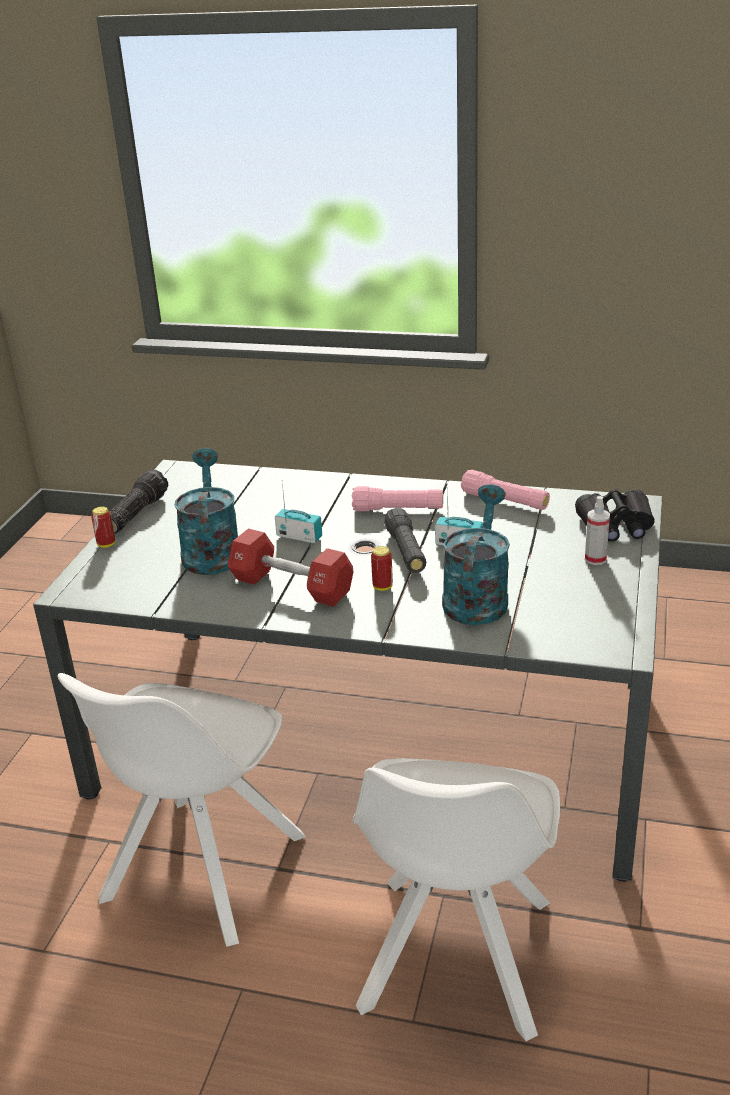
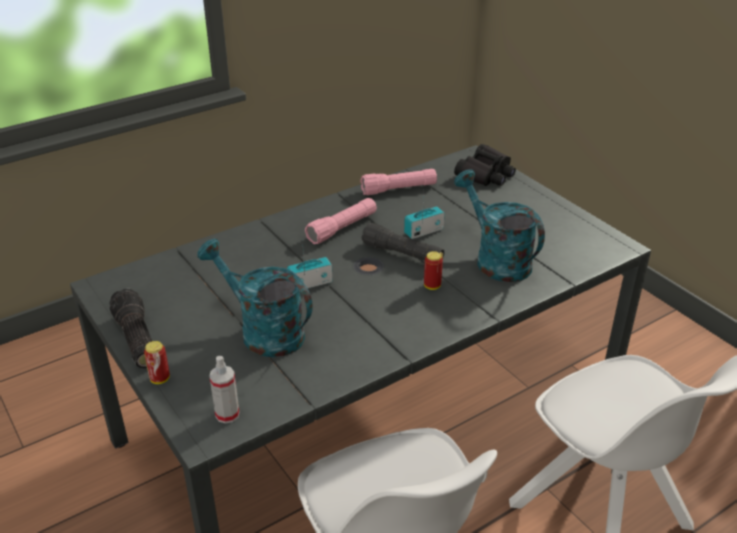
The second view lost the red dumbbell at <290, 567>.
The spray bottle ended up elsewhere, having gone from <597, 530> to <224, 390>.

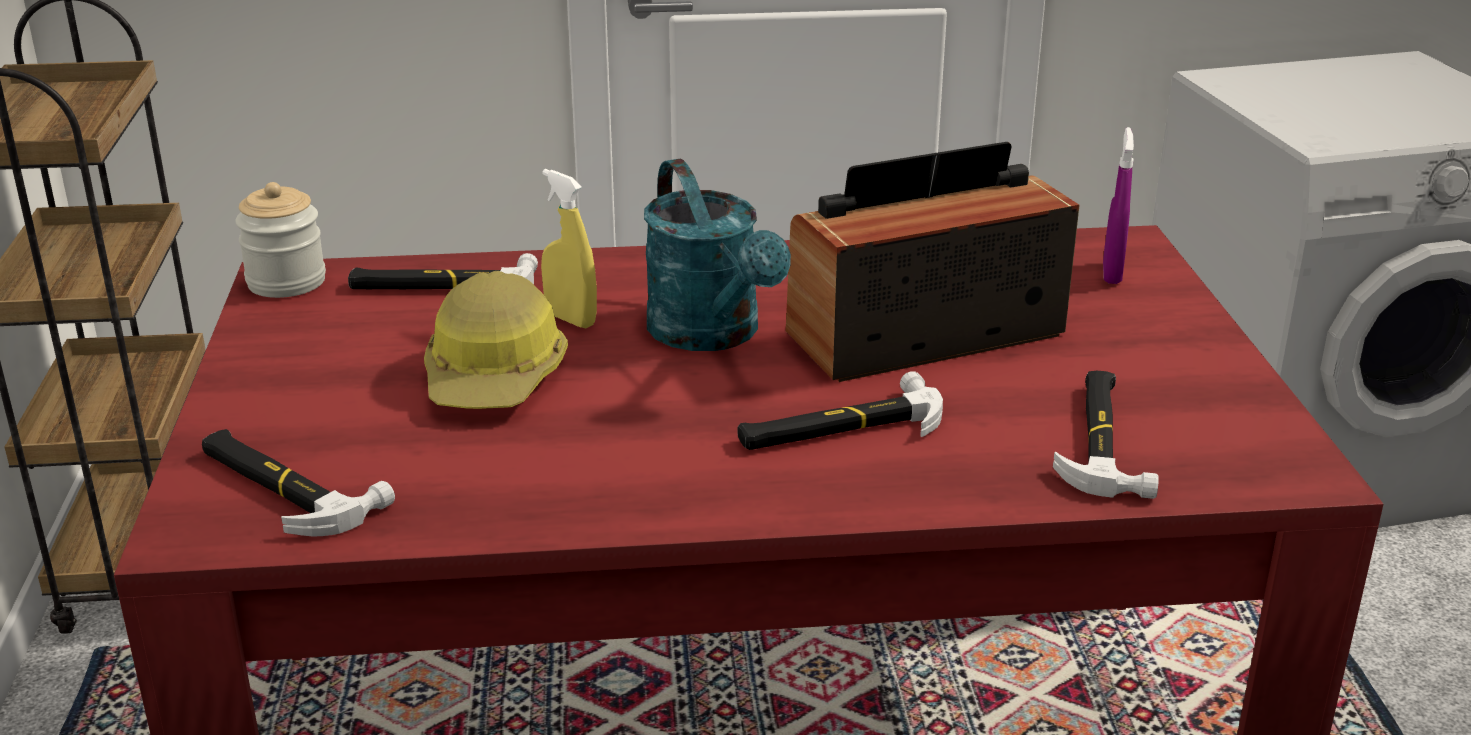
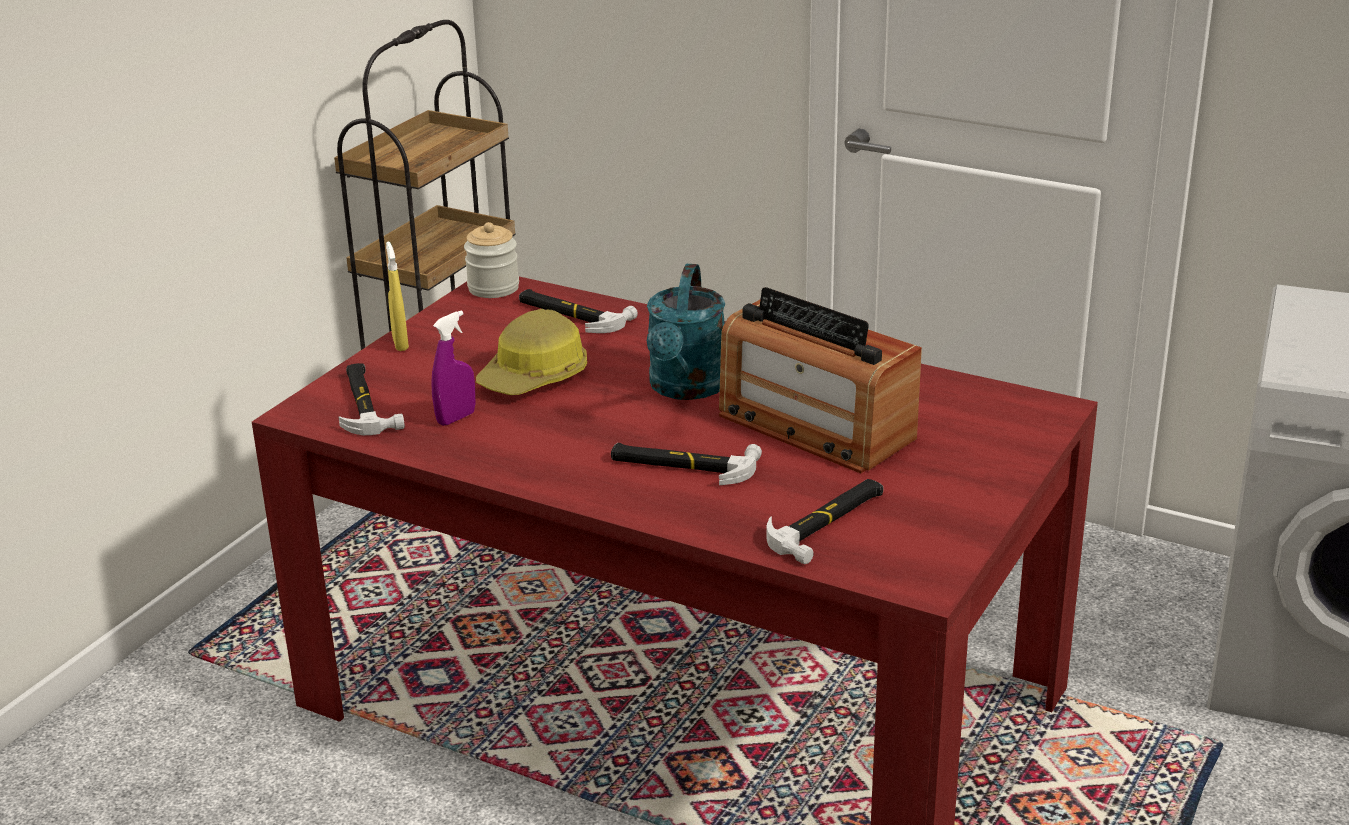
The yellow spray bottle ended up elsewhere, having gone from <569, 248> to <397, 296>.
The purple spray bottle ended up elsewhere, having gone from <1118, 205> to <453, 368>.
The radio at <932, 262> ended up facing another way, 150 degrees counterclockwise from before.

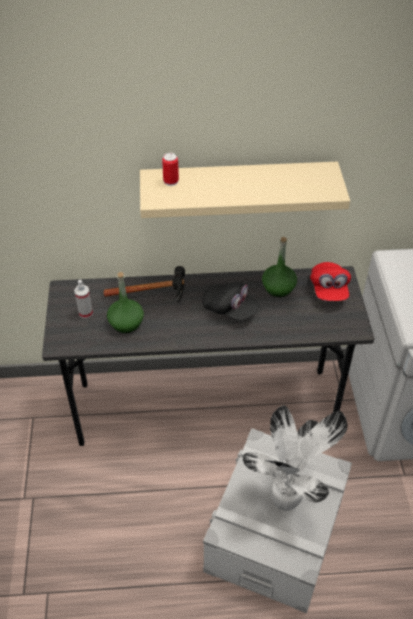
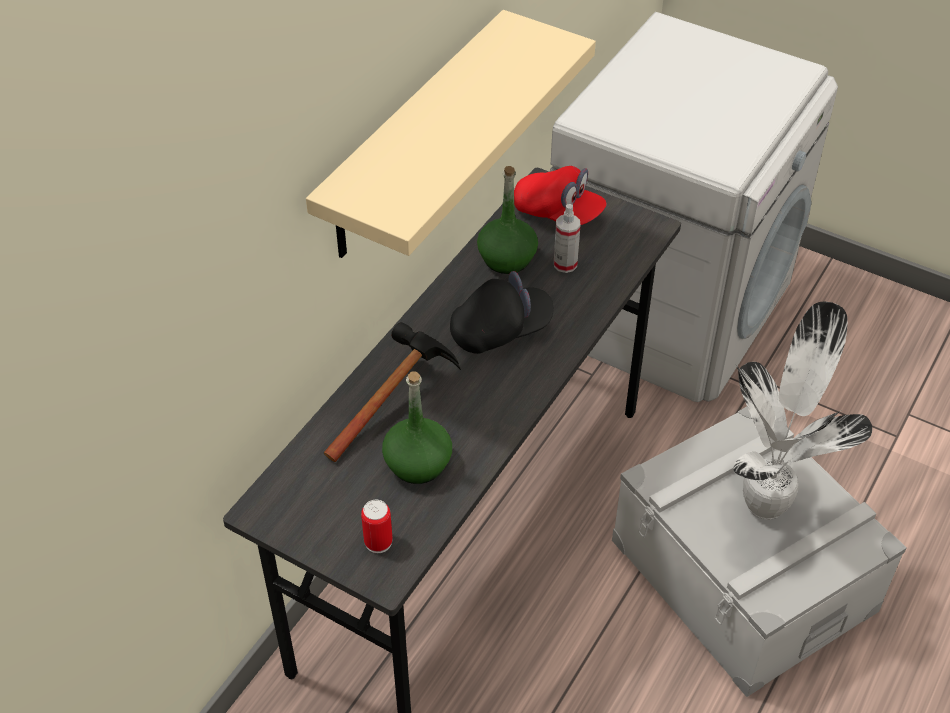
The spray bottle ended up elsewhere, having gone from <83, 299> to <567, 238>.
The can ended up elsewhere, having gone from <170, 169> to <377, 526>.

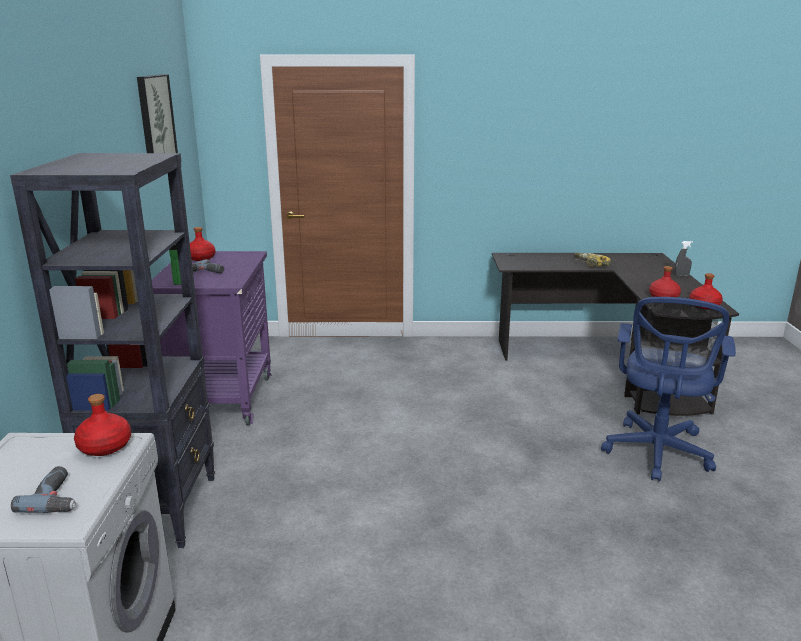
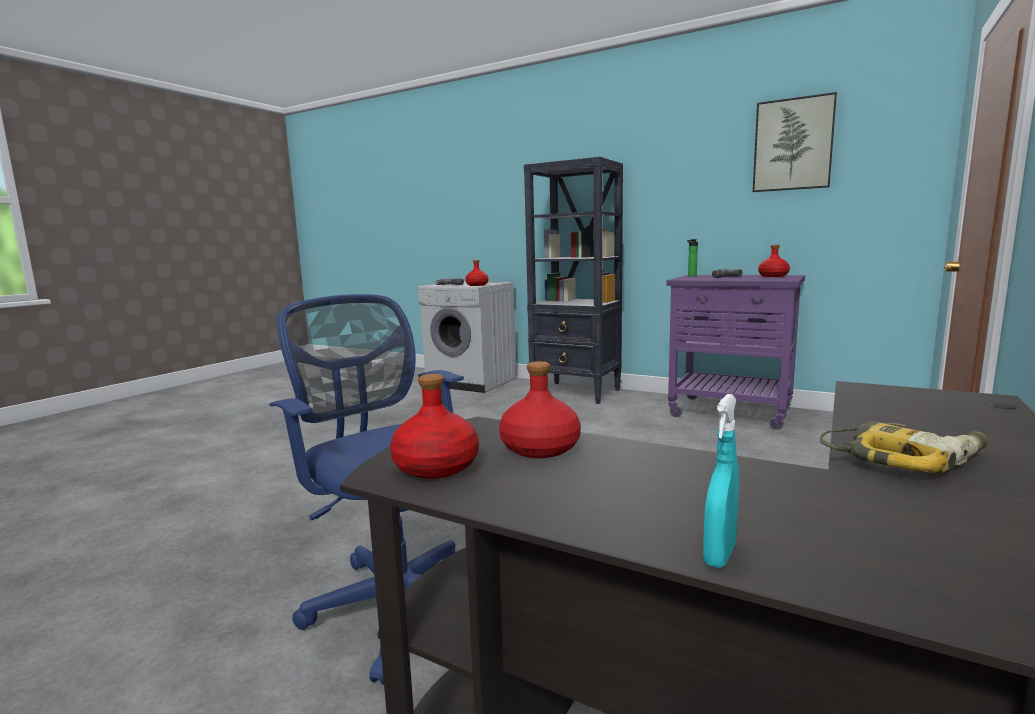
What was the grey spray bottle at <683, 258> turned into the turquoise spray bottle at <721, 481>.

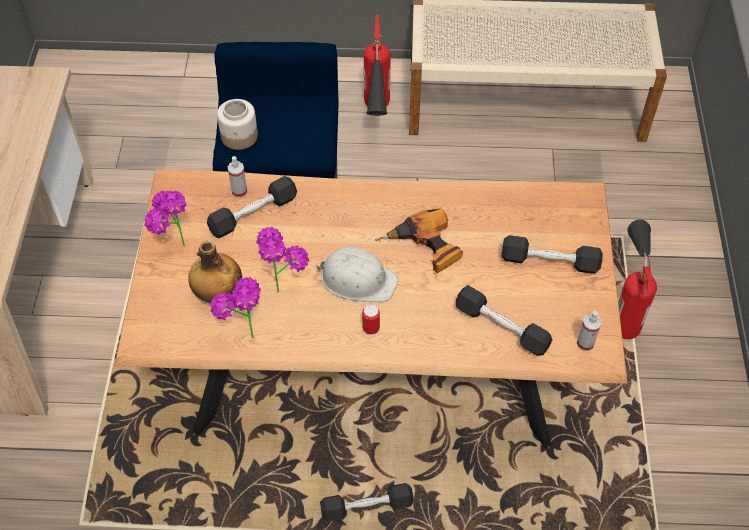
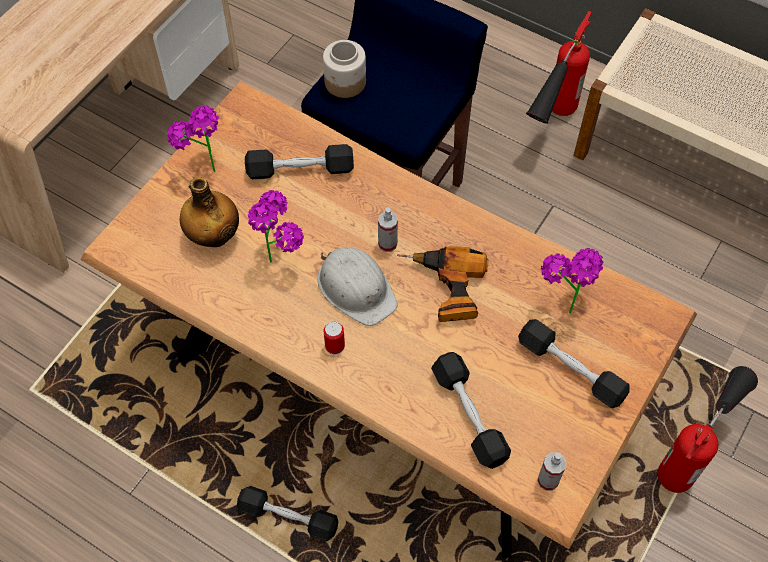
The potted plant ended up elsewhere, having gone from <235, 307> to <572, 281>.
The spray bottle ended up elsewhere, having gone from <238, 177> to <388, 230>.

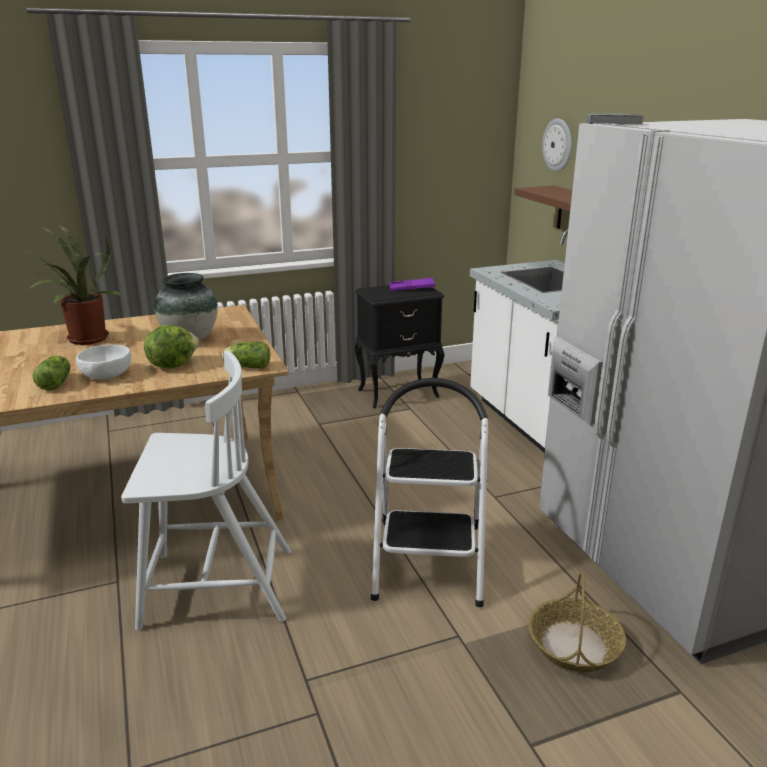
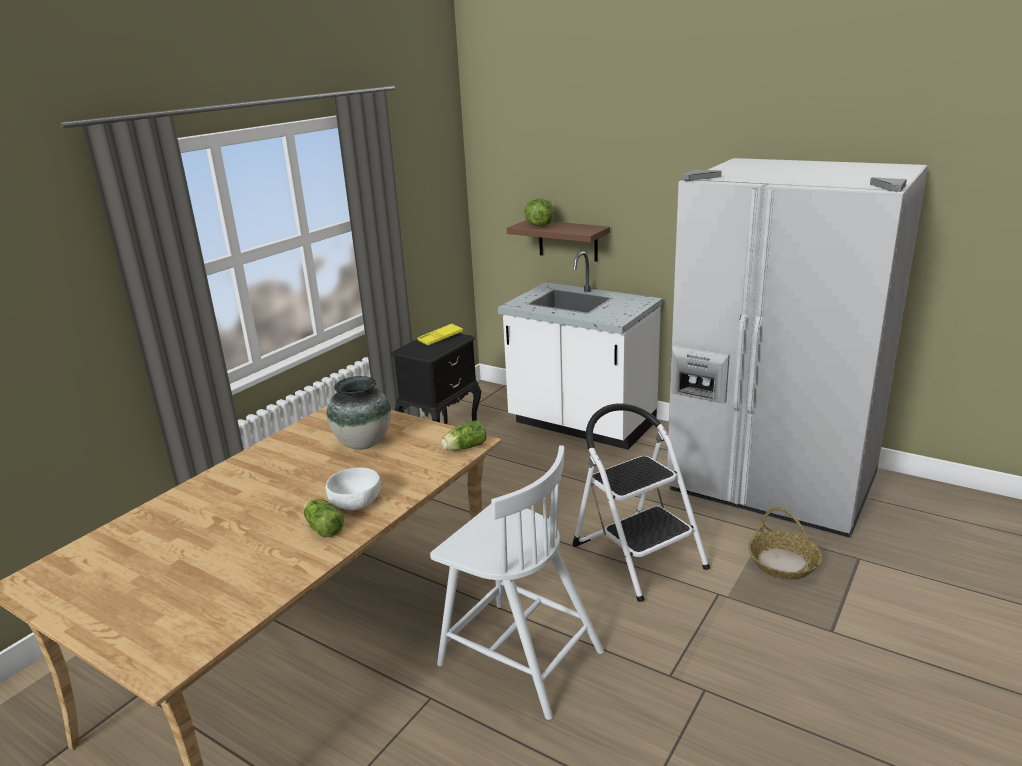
The second view lost the potted plant at <70, 284>.
The second view lost the wall clock at <557, 145>.
The lettuce ended up elsewhere, having gone from <171, 347> to <539, 212>.
What was the purple tray at <412, 284> turned into the yellow tray at <440, 334>.
The white chair at <206, 490> ended up facing another way, 75 degrees clockwise from before.

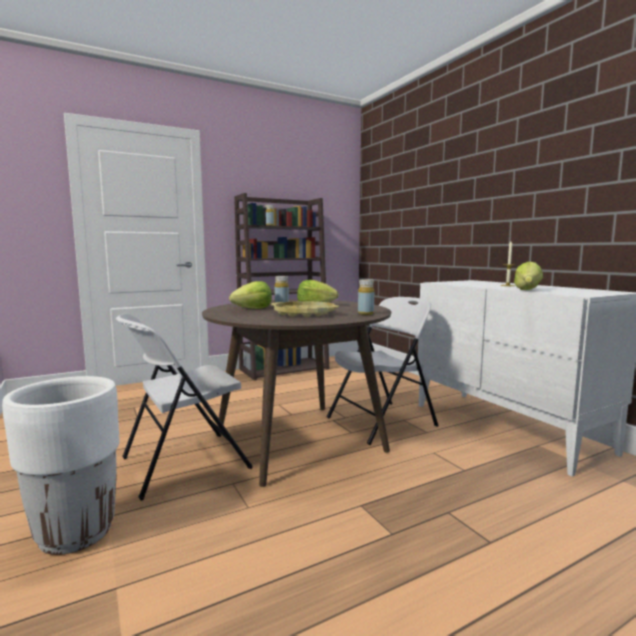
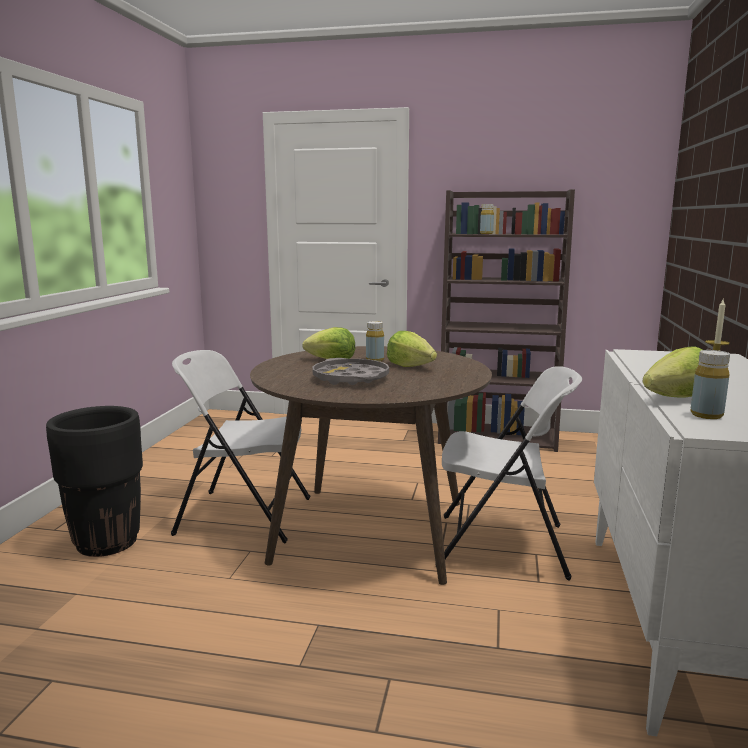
The yellow bottle ended up elsewhere, having gone from <366, 297> to <710, 384>.
What was the white planter at <61, 465> turned into the black planter at <94, 481>.
What was the yellow tray at <305, 309> turned into the grey tray at <350, 371>.

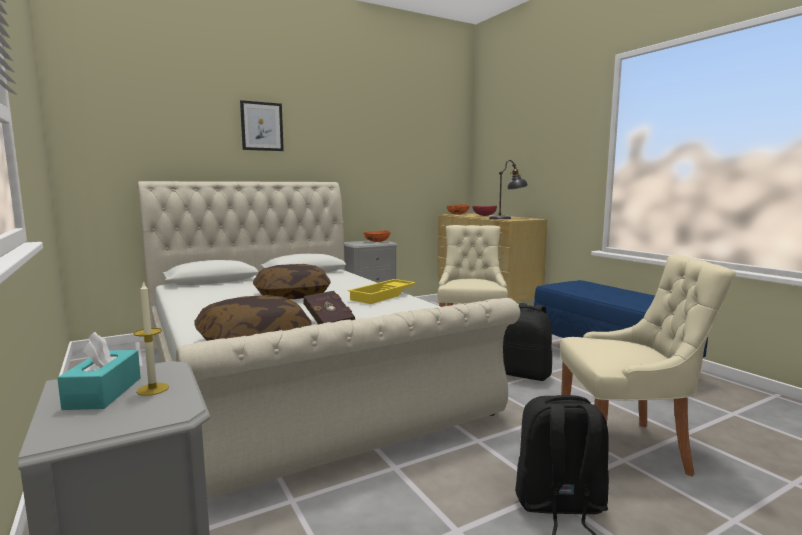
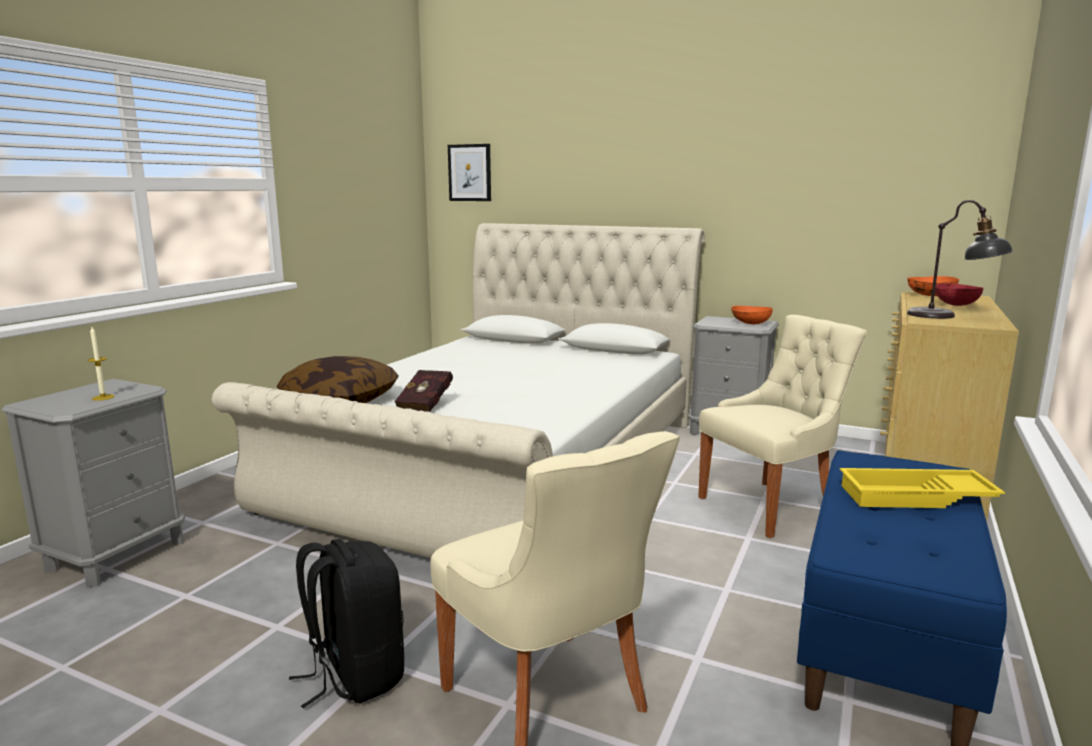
The second view lost the turquoise tissue box at <99, 371>.
The second view lost the pillow at <292, 281>.
The second view lost the black backpack at <527, 342>.
The picture ended up elsewhere, having gone from <262, 125> to <469, 172>.
The yellow tray ended up elsewhere, having gone from <382, 291> to <922, 488>.

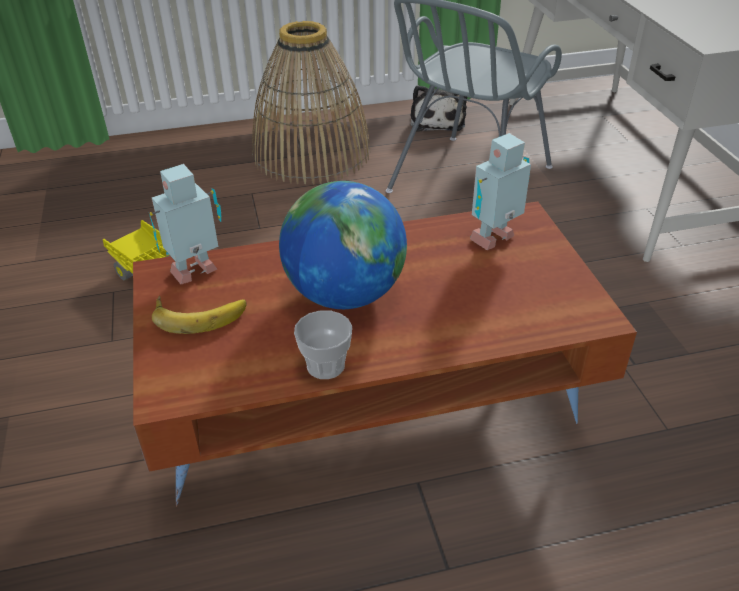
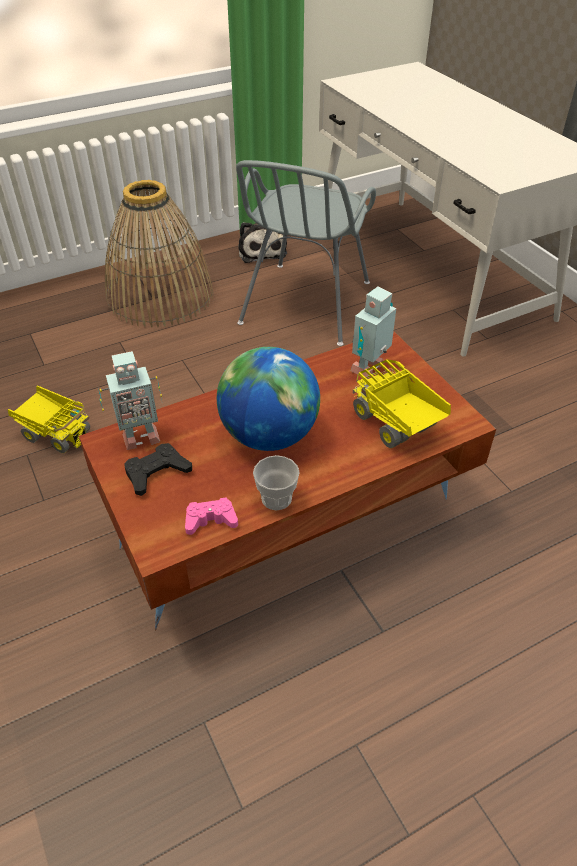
The second view gained the pink game controller at <211, 516>.
The second view gained the toy truck at <402, 403>.
Where the banana stood at <199, 314>, the black game controller came to stand at <158, 469>.
The toy robot at <185, 224> ended up facing another way, 150 degrees counterclockwise from before.

